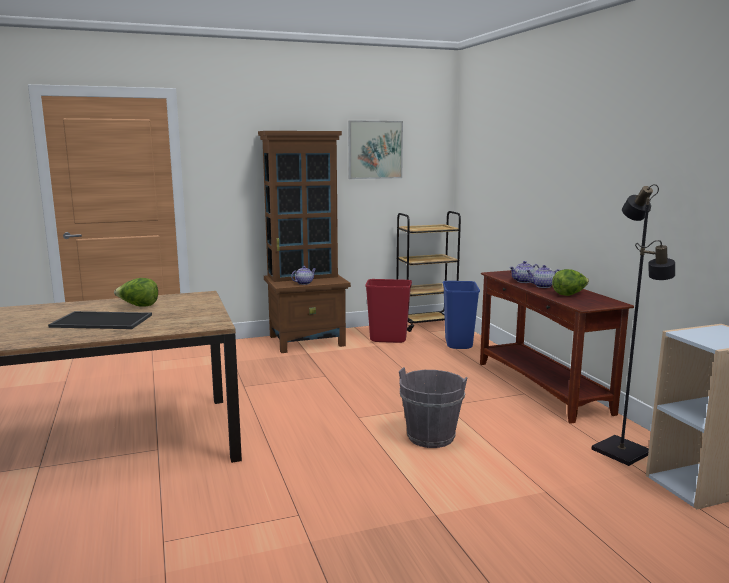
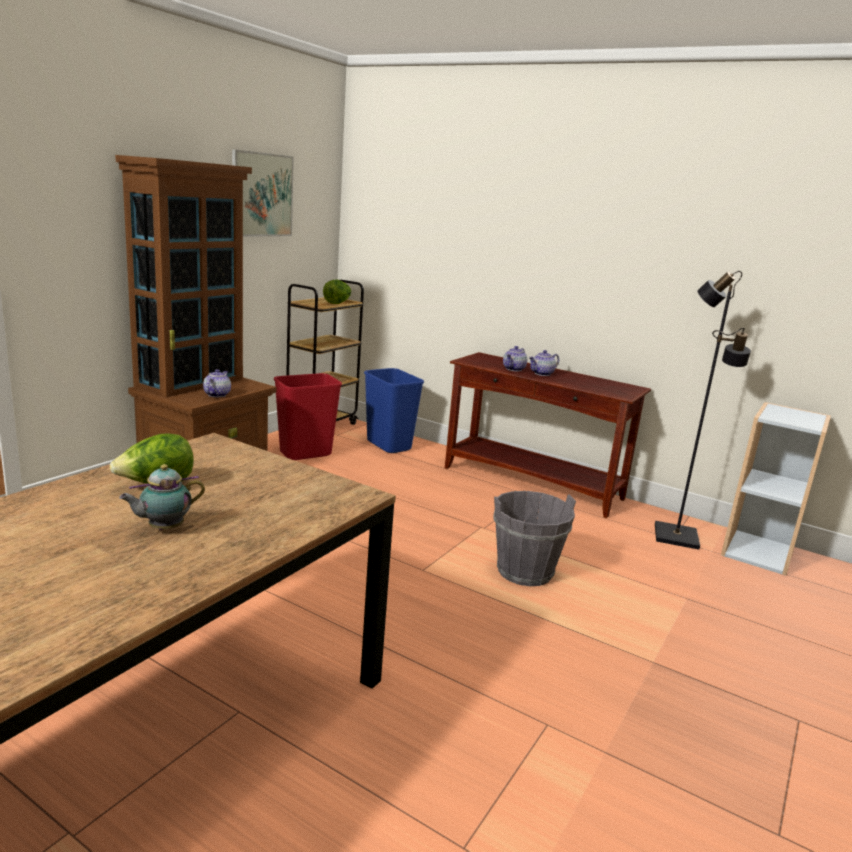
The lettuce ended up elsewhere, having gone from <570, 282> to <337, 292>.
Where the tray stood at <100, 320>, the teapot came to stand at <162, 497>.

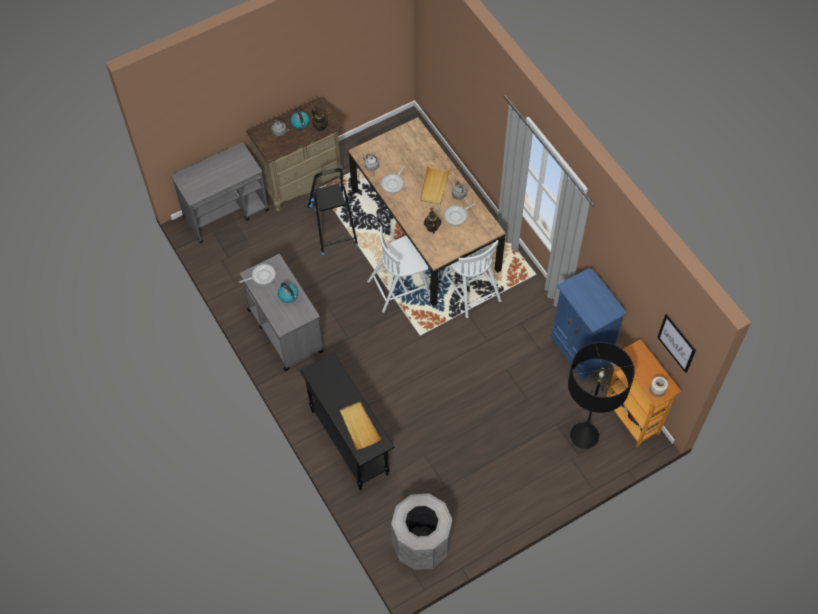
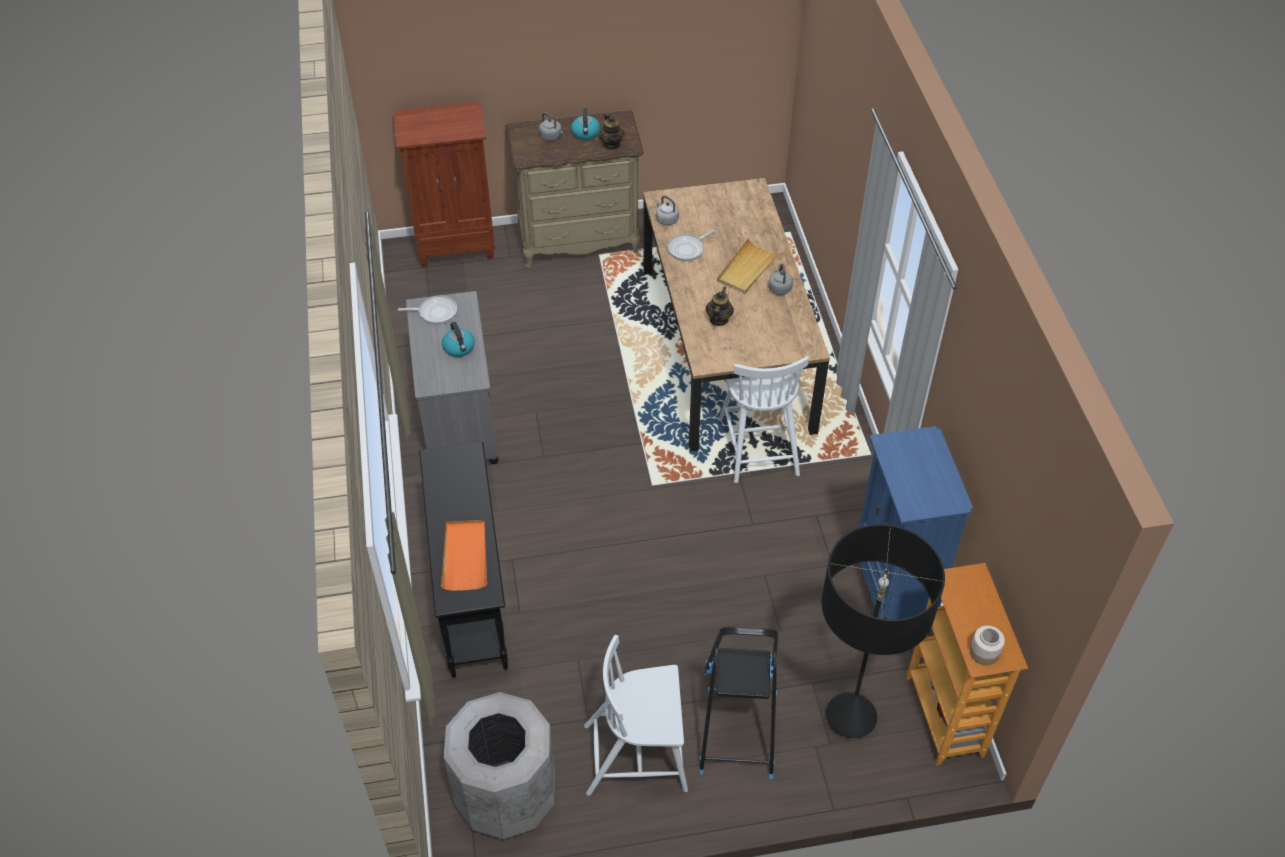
The second view lost the frying pan at <460, 214>.
The second view lost the picture at <676, 343>.
The black step ladder ended up elsewhere, having gone from <332, 211> to <738, 703>.
The white chair ended up elsewhere, having gone from <398, 269> to <636, 715>.
Where the grey cart stood at <220, 192>, the brown cabinet came to stand at <444, 184>.
What was the beige tray at <360, 426> turned into the orange tray at <464, 555>.

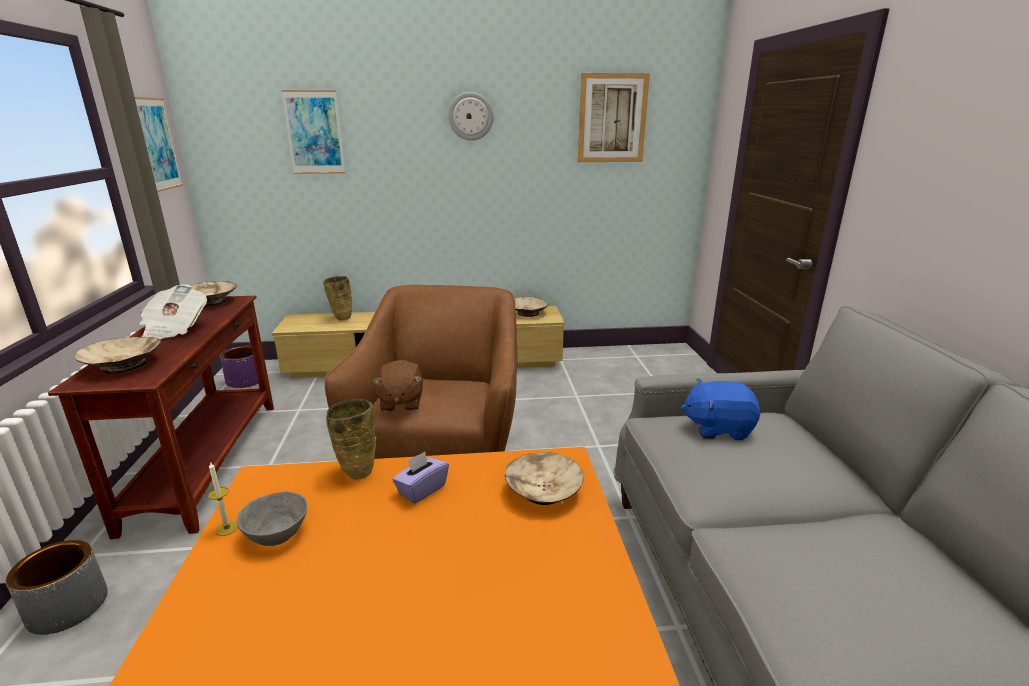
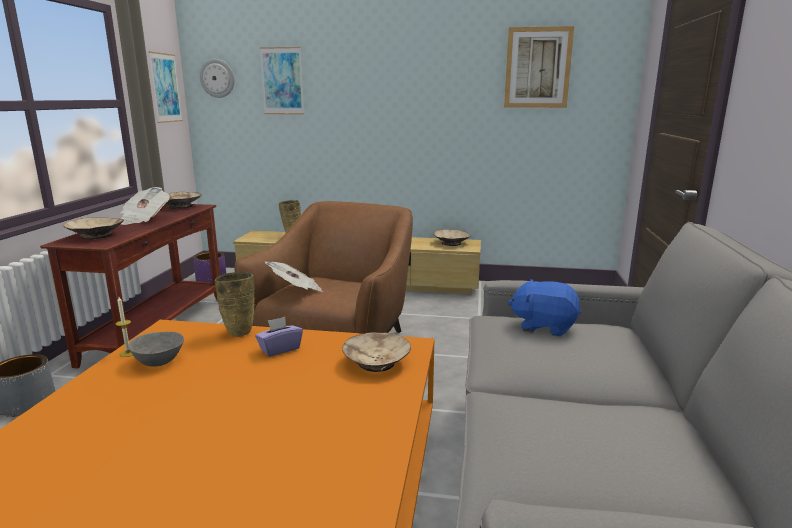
The wall clock ended up elsewhere, having gone from <470, 116> to <217, 78>.
Where the brown plush toy stood at <397, 386>, the newspaper came to stand at <294, 277>.

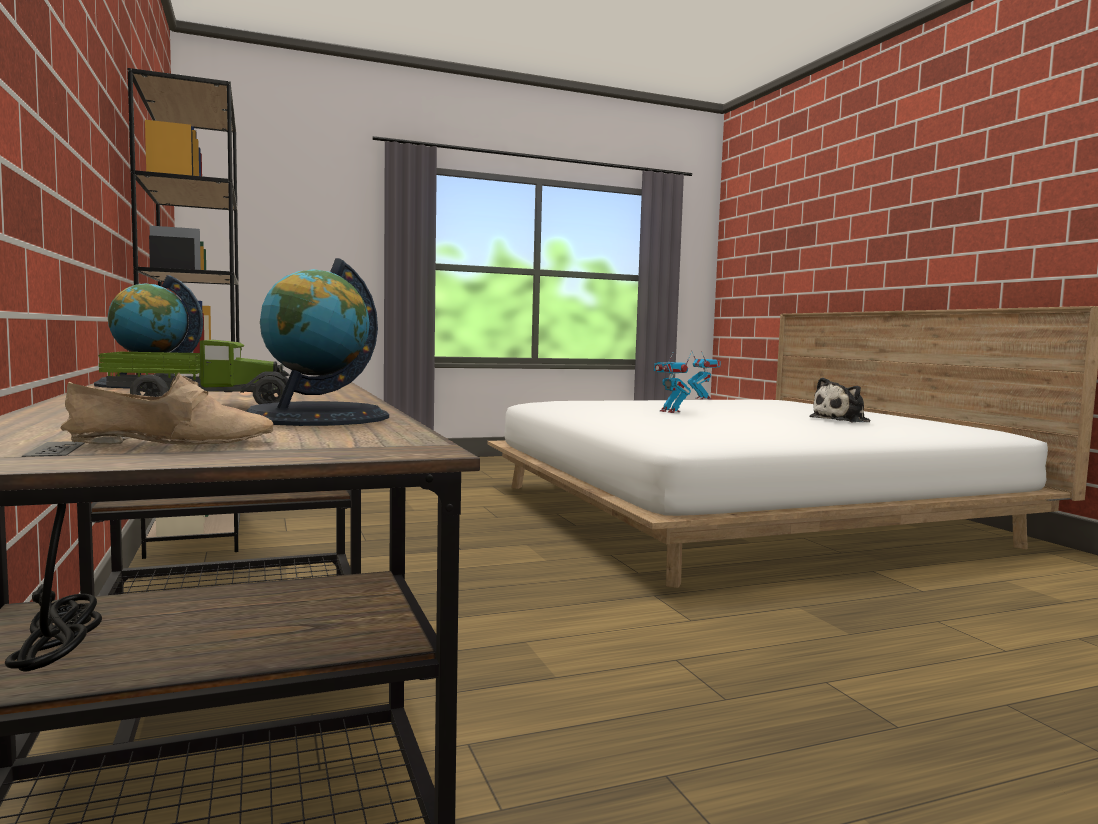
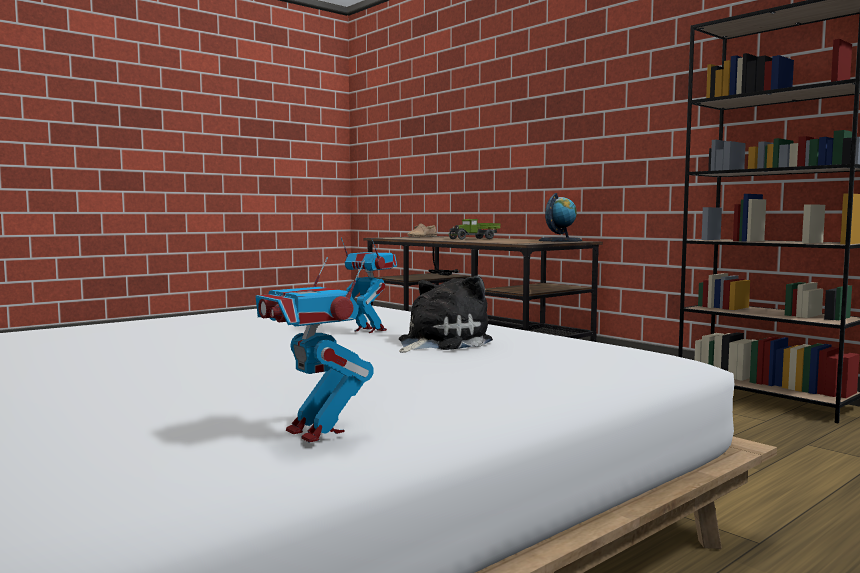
The second view lost the globe at <317, 342>.
The plush toy ended up elsewhere, having gone from <840, 400> to <446, 314>.

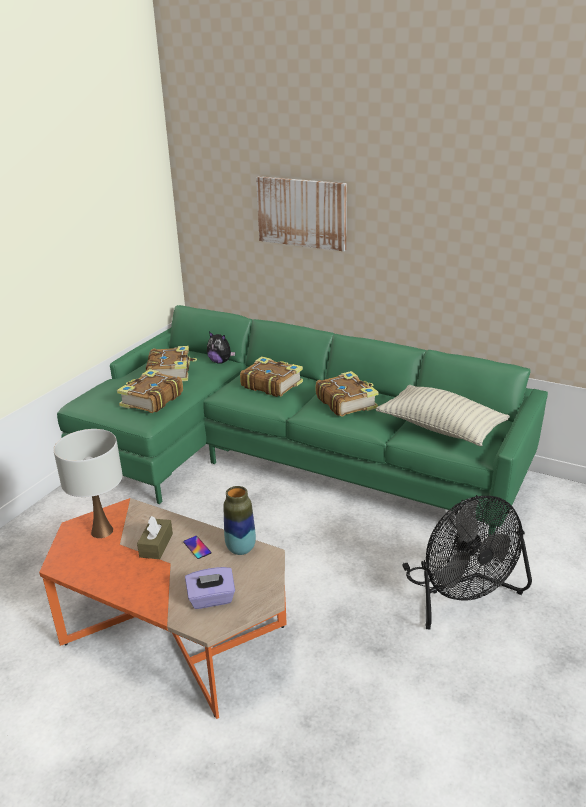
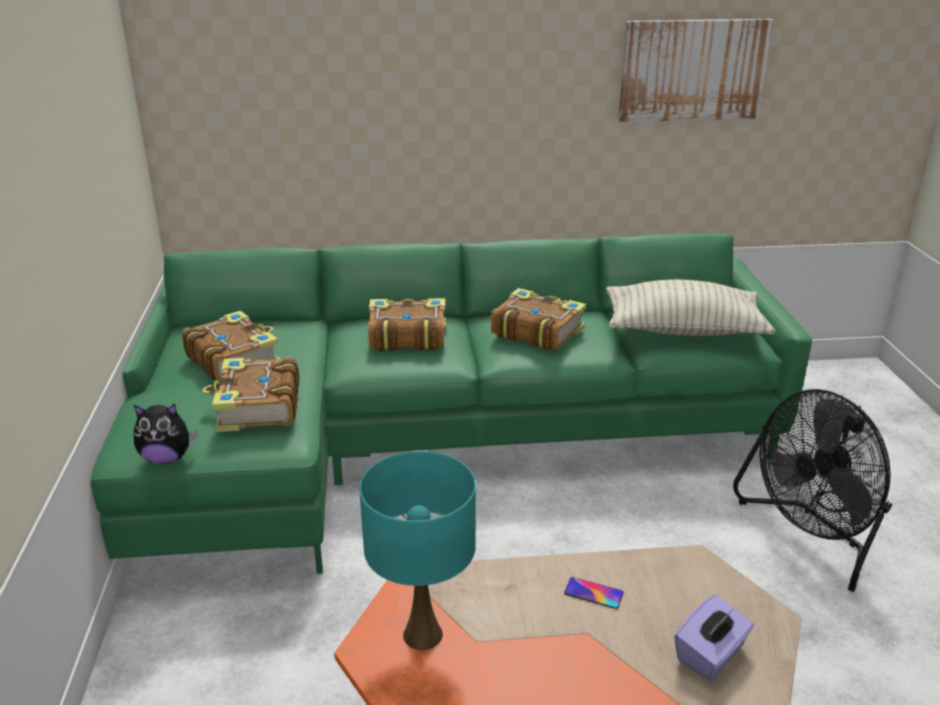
The second view lost the brown tissue box at <155, 537>.
The second view lost the vase at <240, 520>.
The plush toy ended up elsewhere, having gone from <221, 348> to <165, 434>.
The picture ended up elsewhere, having gone from <301, 213> to <696, 70>.
What was the white table lamp at <88, 483> turned into the turquoise table lamp at <417, 550>.
The black fan at <467, 562> ended up facing another way, 120 degrees clockwise from before.

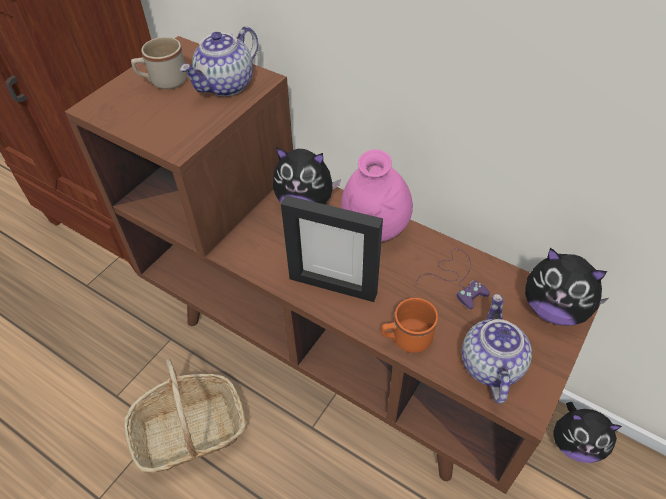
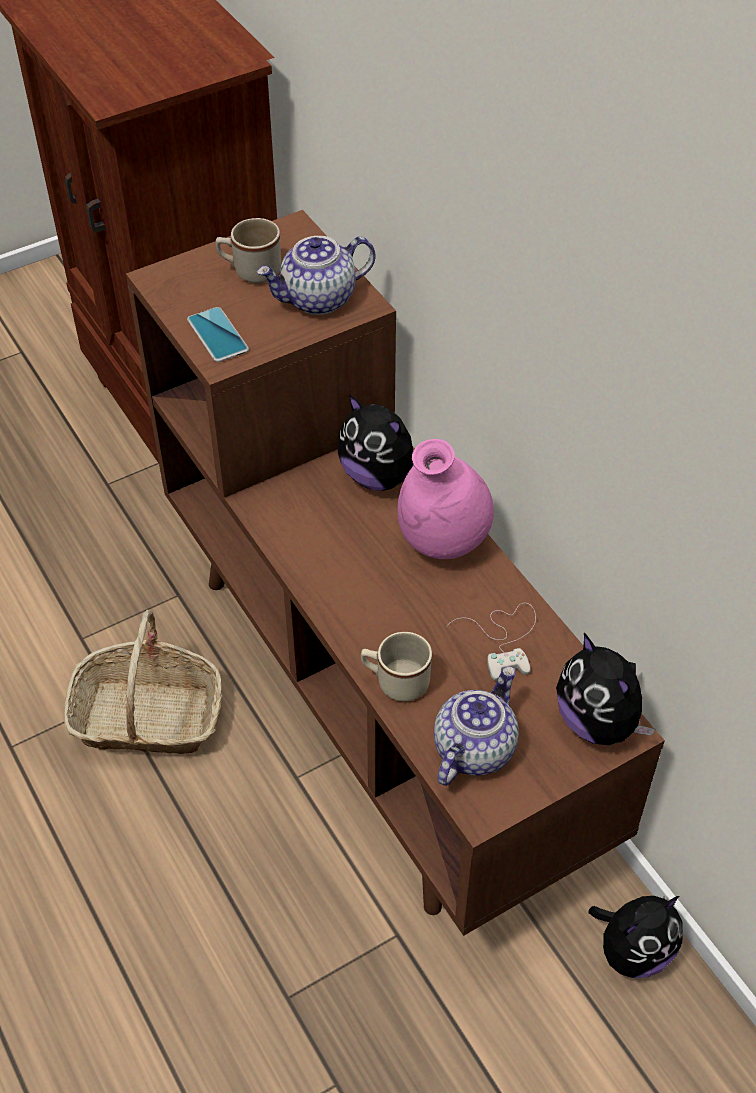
The second view lost the picture frame at <332, 248>.
The second view gained the phone at <218, 334>.
What was the orange mug at <409, 325> turned into the beige mug at <396, 666>.
What was the purple game controller at <453, 278> turned into the white game controller at <491, 642>.
The plush toy at <587, 432> ended up facing another way, 75 degrees counterclockwise from before.

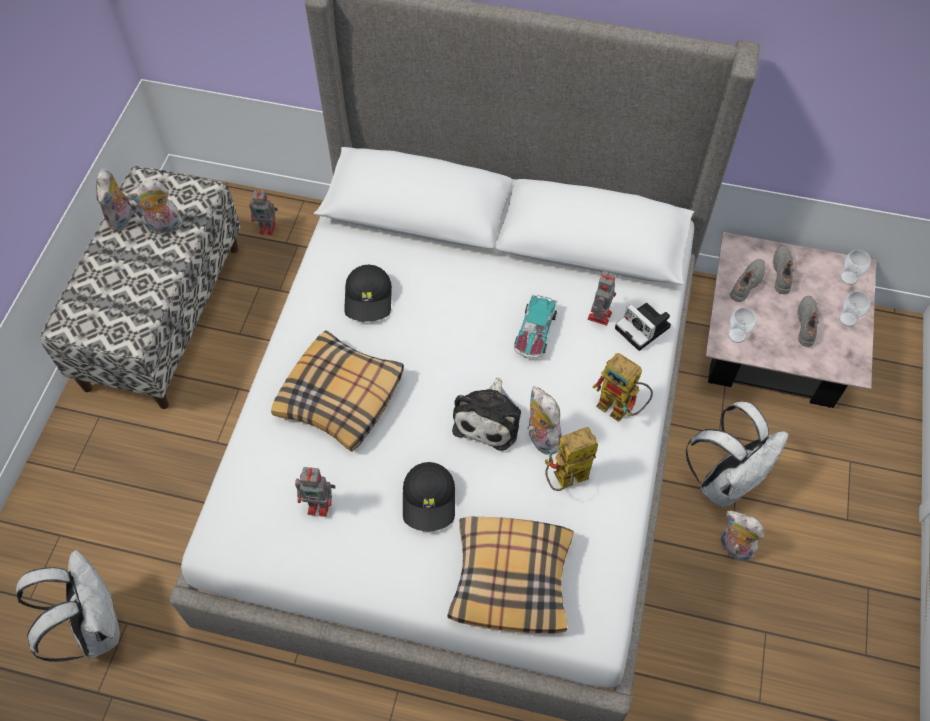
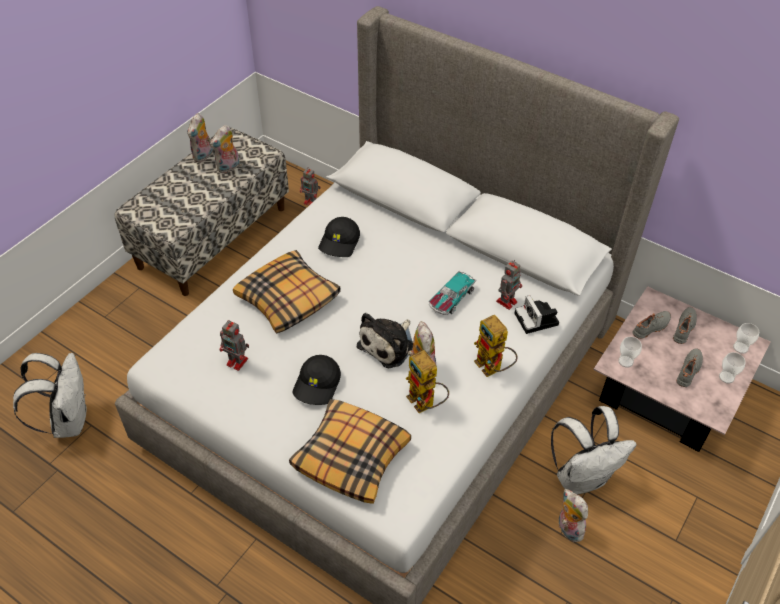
The plush toy at <155, 206> ended up facing another way, 60 degrees counterclockwise from before.
The toy robot at <571, 459> ended up facing another way, 120 degrees counterclockwise from before.

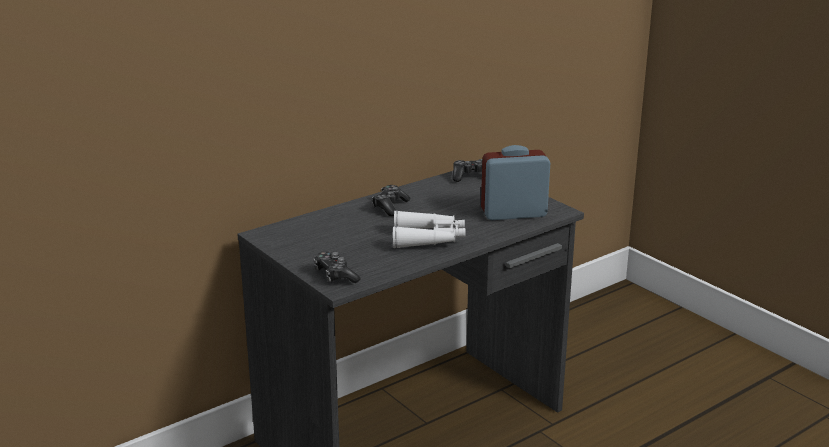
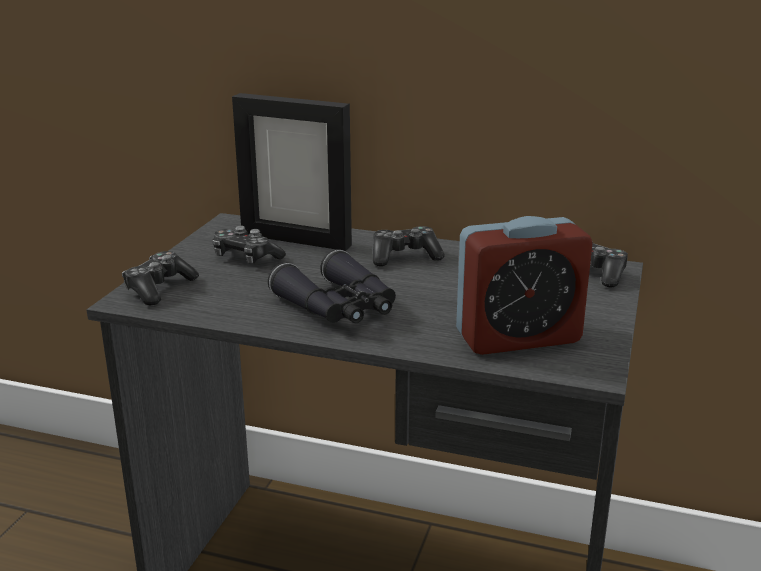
The second view gained the game controller at <249, 244>.
The second view gained the picture frame at <292, 172>.
What was the white binoculars at <429, 229> turned into the black binoculars at <332, 286>.
The alarm clock at <515, 182> ended up facing another way, 120 degrees clockwise from before.

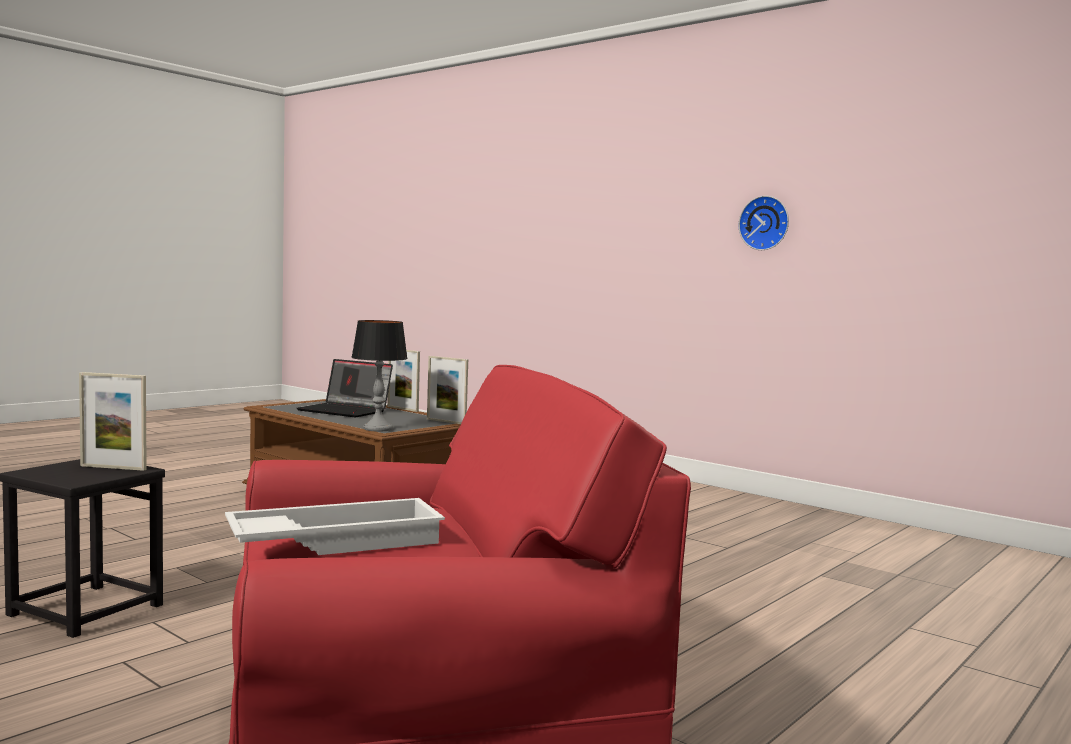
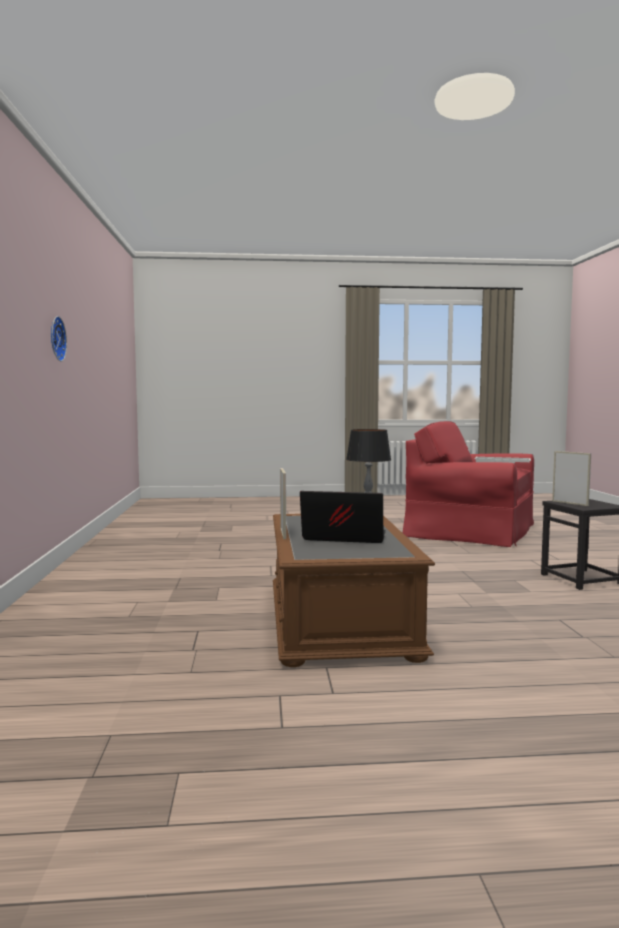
The second view lost the picture frame at <447, 390>.
The laptop at <345, 388> ended up facing another way, 60 degrees counterclockwise from before.

